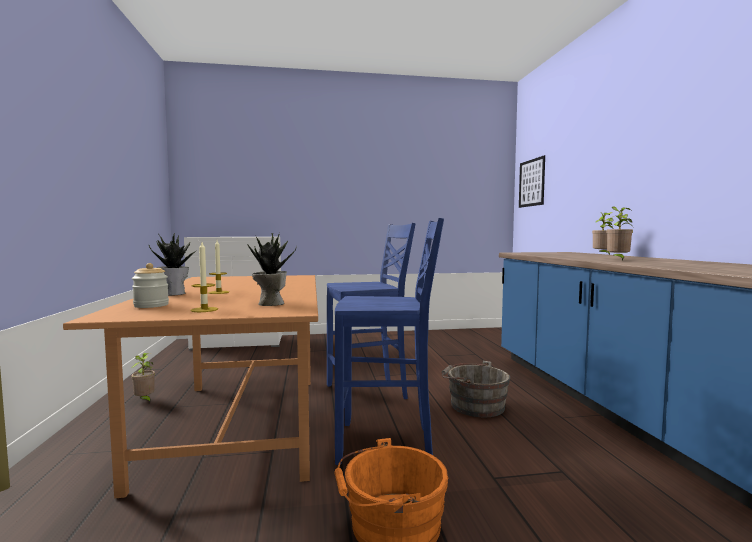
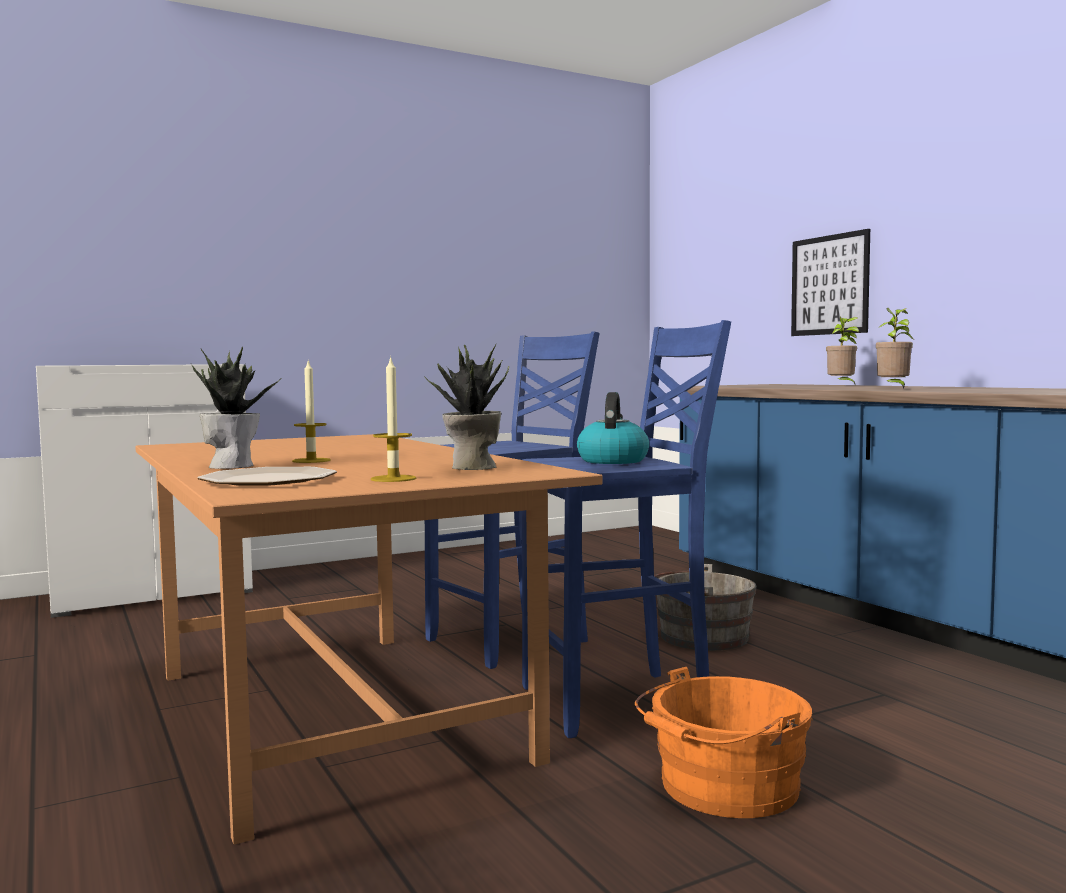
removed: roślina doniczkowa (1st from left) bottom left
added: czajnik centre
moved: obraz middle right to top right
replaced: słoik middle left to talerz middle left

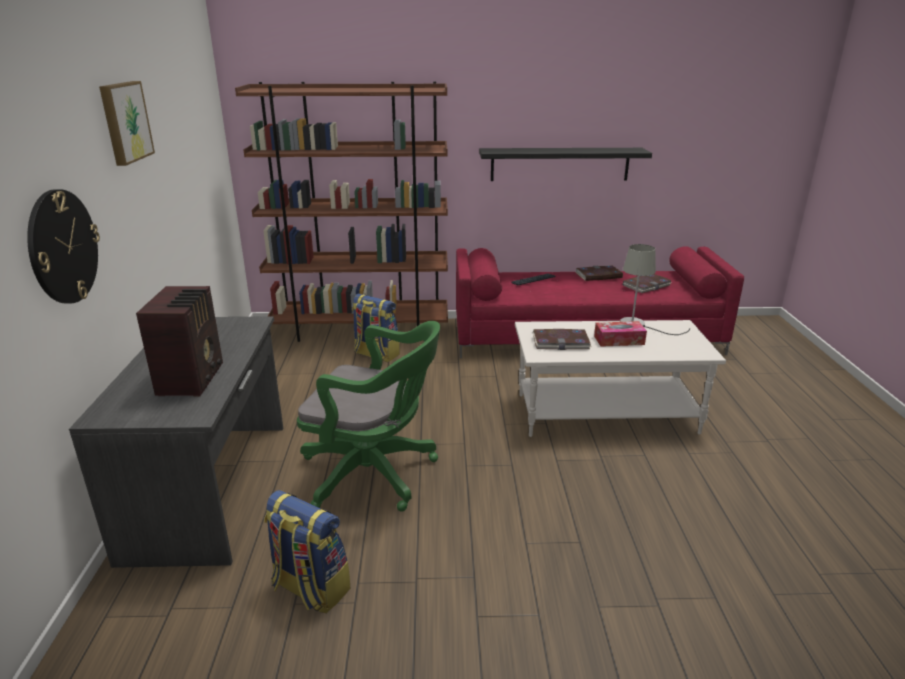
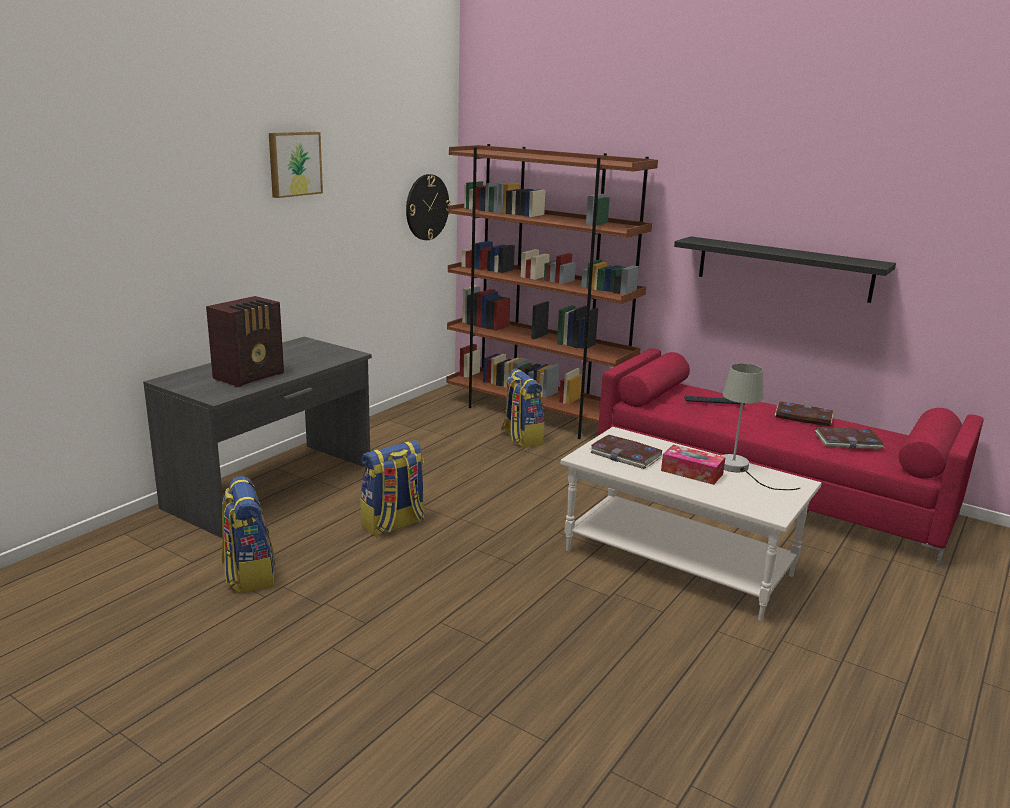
moved: zegar ścienny middle left to top centre
replaced: krzesło biurowe/zielony centre to plecak (2nd from left) centre

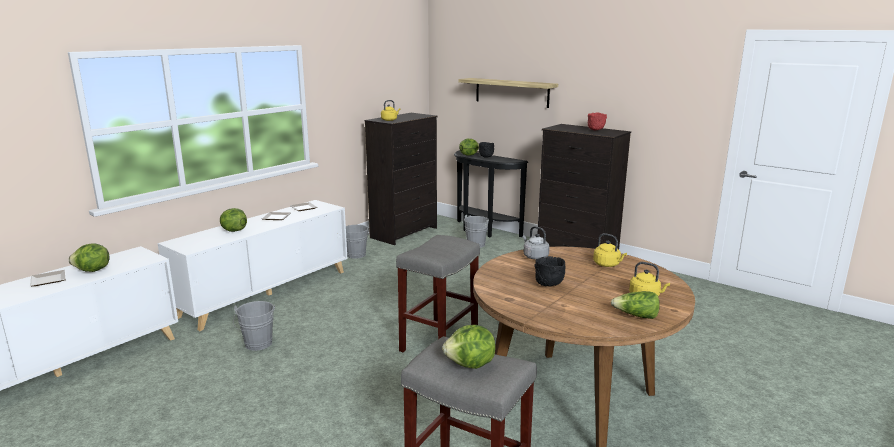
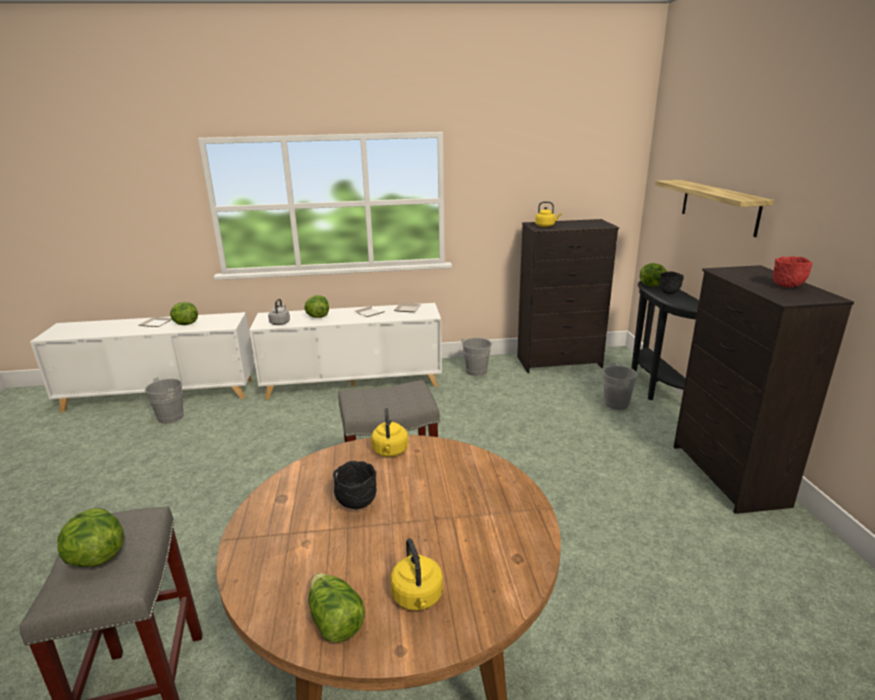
moved: czajnik/szary centre to middle left; czajnik/żółty (2nd from left in the first image) middle right to czajnik/żółty (1st from left) centre; wiadro/szary (1st from left) bottom left to middle left

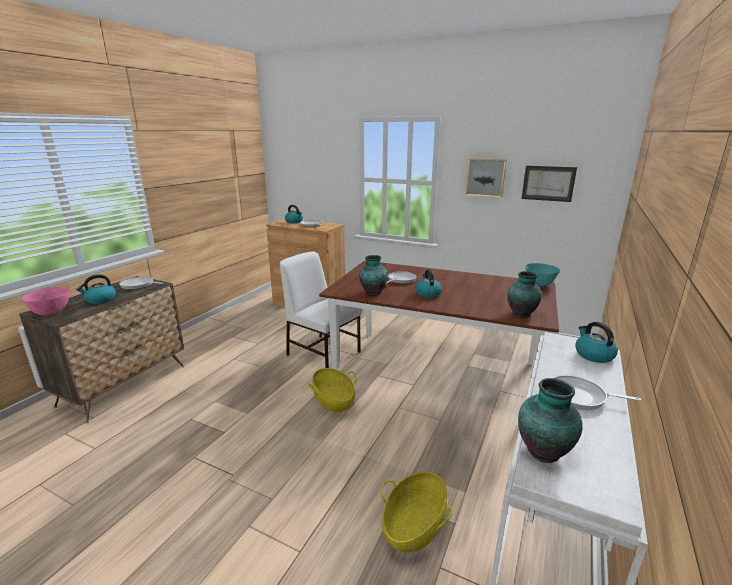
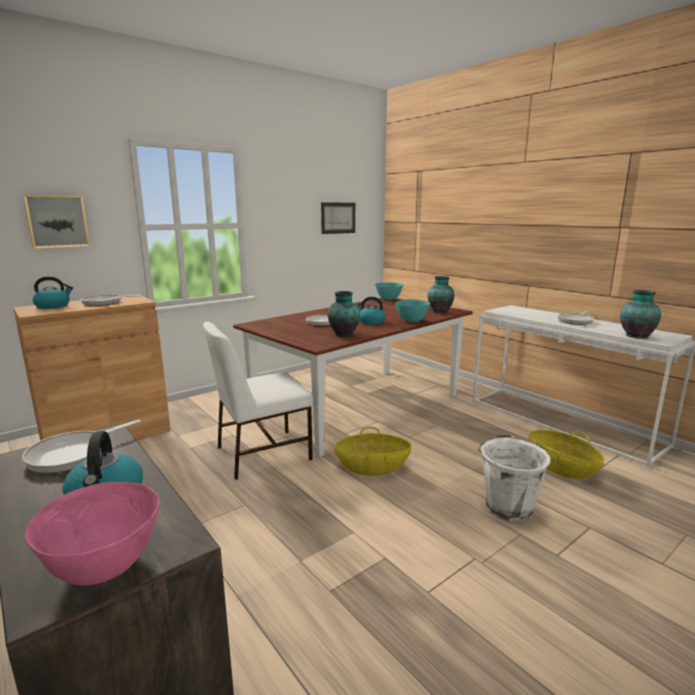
removed: czajnik (4th from left) middle right
added: miska/turkusowy (2nd from left) centre; wiadro/biały bottom right
moved: obraz (1st from left) top centre to top left

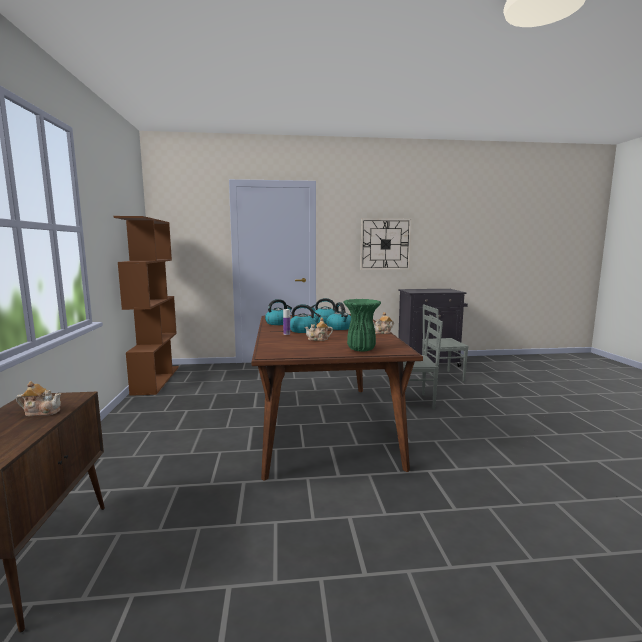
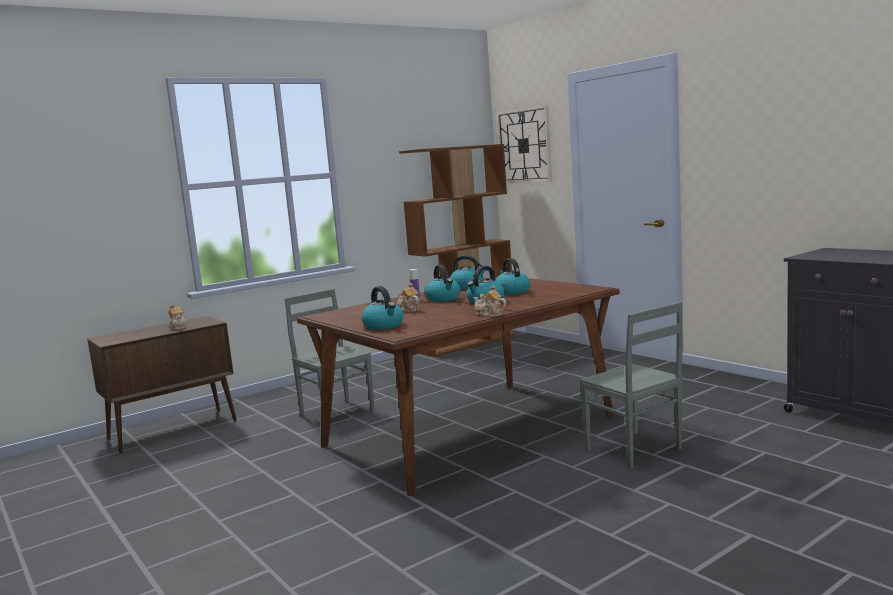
moved: zegar ścienny centre to top centre; krzesło/szary (2nd from left in the first image) middle right to krzesło/szary (1st from left) centre
replaced: wazon/zielony centre to czajnik (1st from left) centre

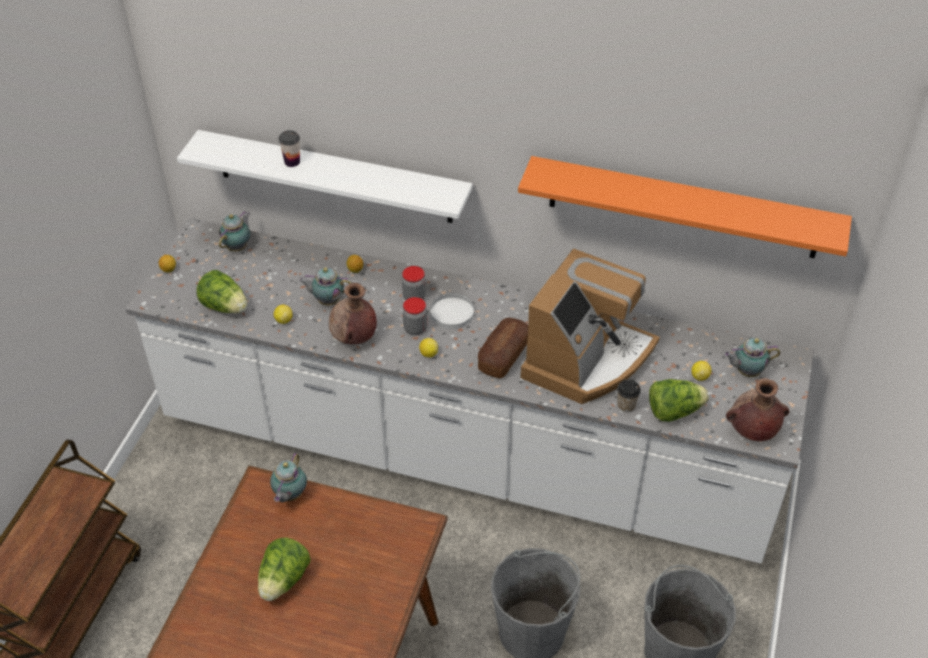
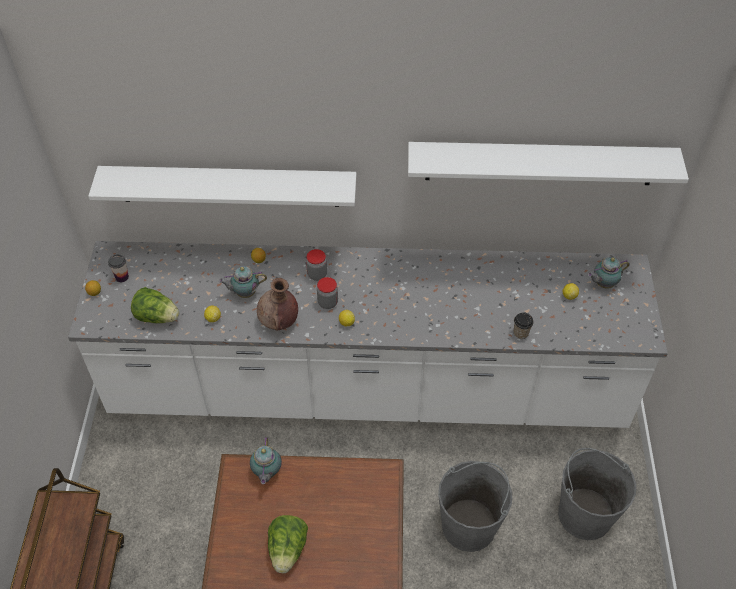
removed: imbryk (1st from left) middle left; ekspres do kawy centre; talerz/biały centre; chleb centre; wazon/brązowy (2nd from left) middle right; sałata (3rd from left) middle right
moved: filiżanka (1st from left) top left to middle left
recoloured: półka/pomarańczowy top right to półka/biały (2nd from left) top right

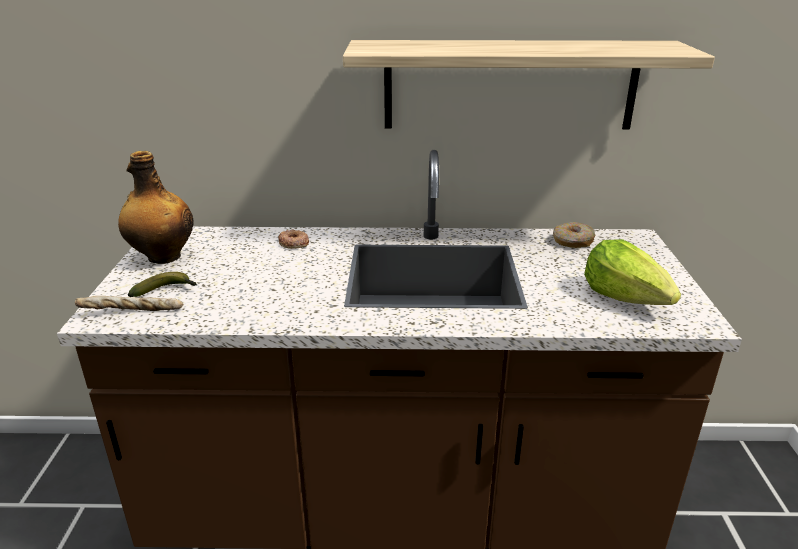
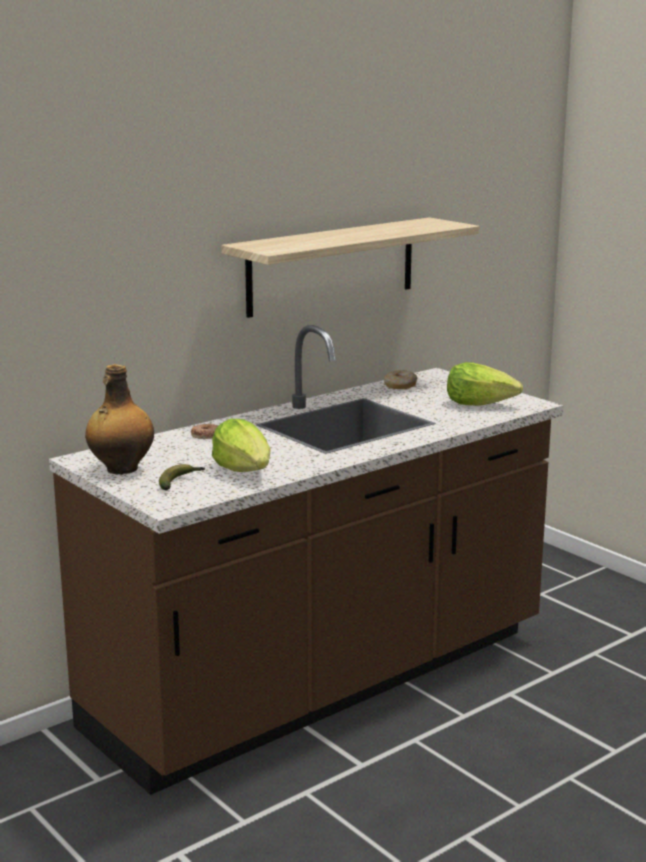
removed: chleb middle left
added: sałata (1st from left) centre

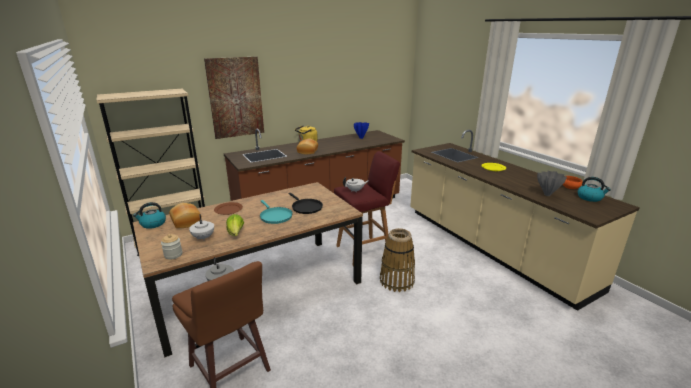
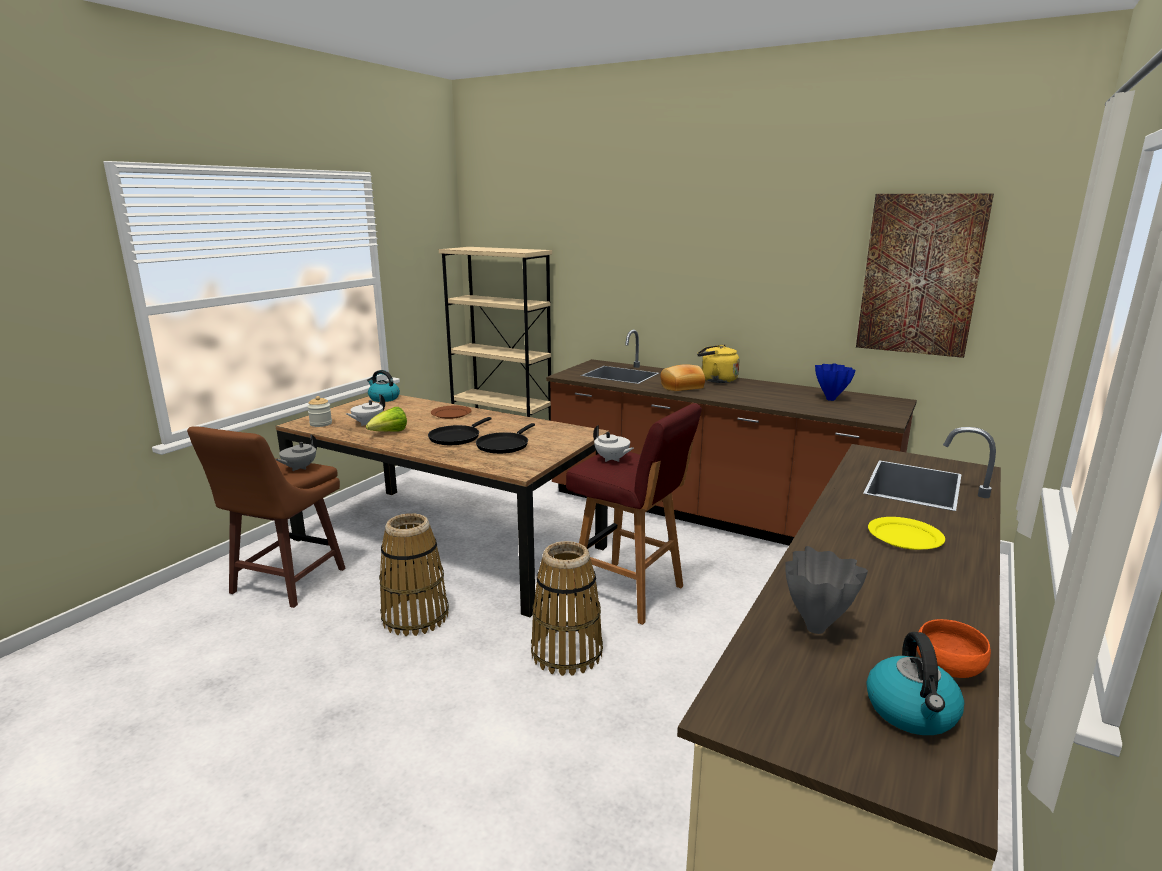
removed: chleb (1st from left) middle left
added: koszyk (1st from left) centre
moved: obraz top centre to top right
recoloured: patelnia/turkusowy centre to patelnia/czarny (1st from left) centre

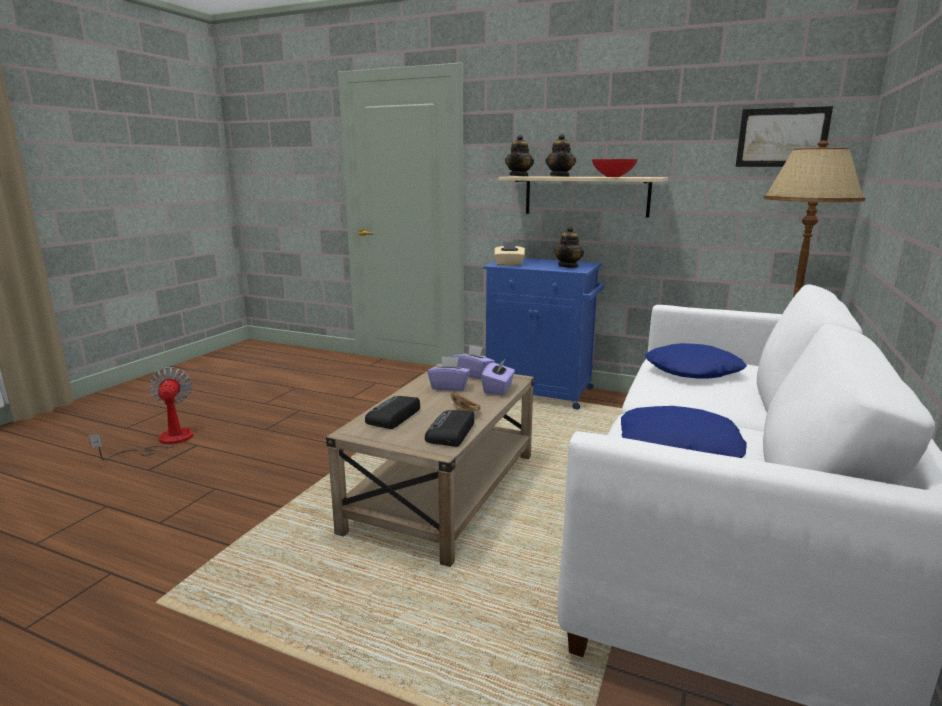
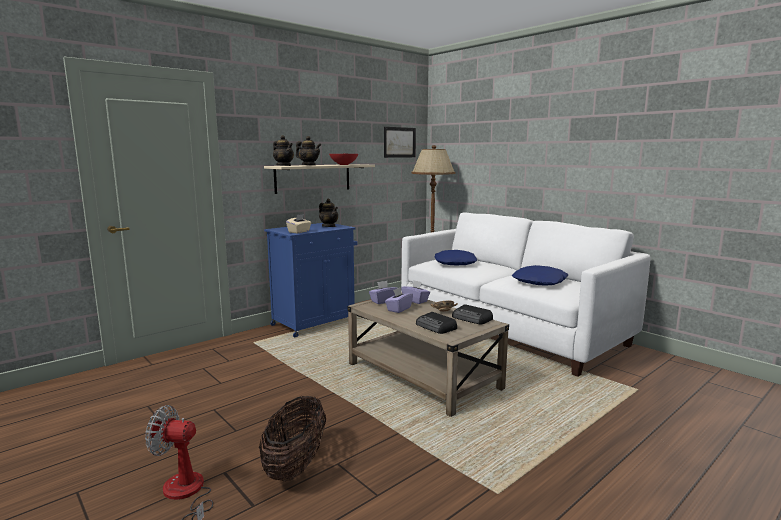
added: koszyk bottom centre

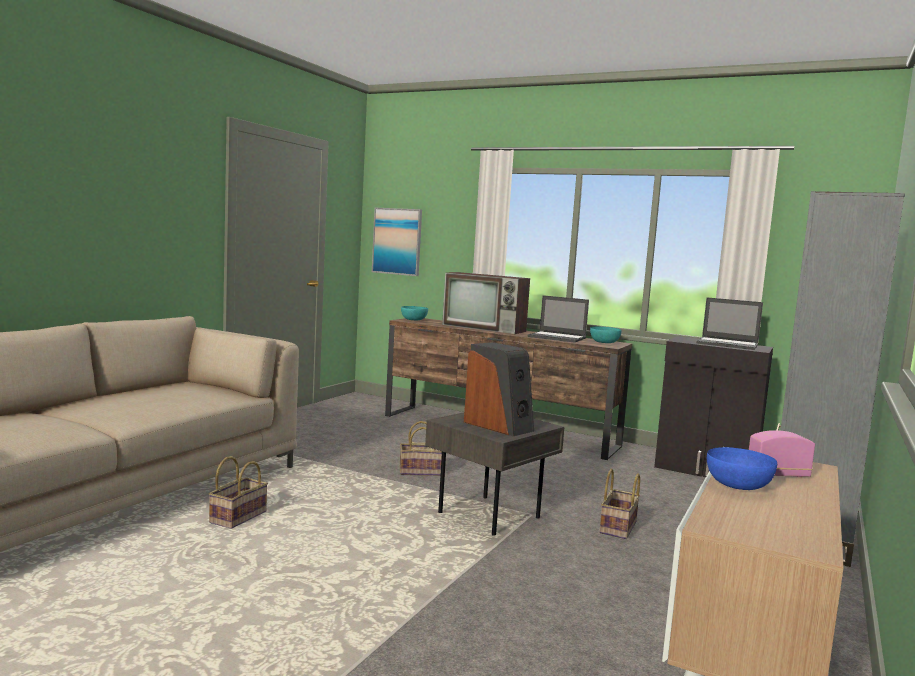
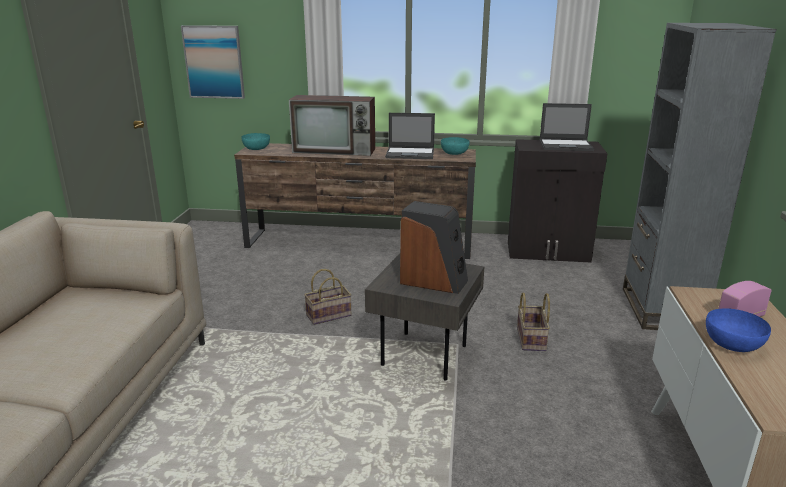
removed: koszyk (1st from left) bottom left

